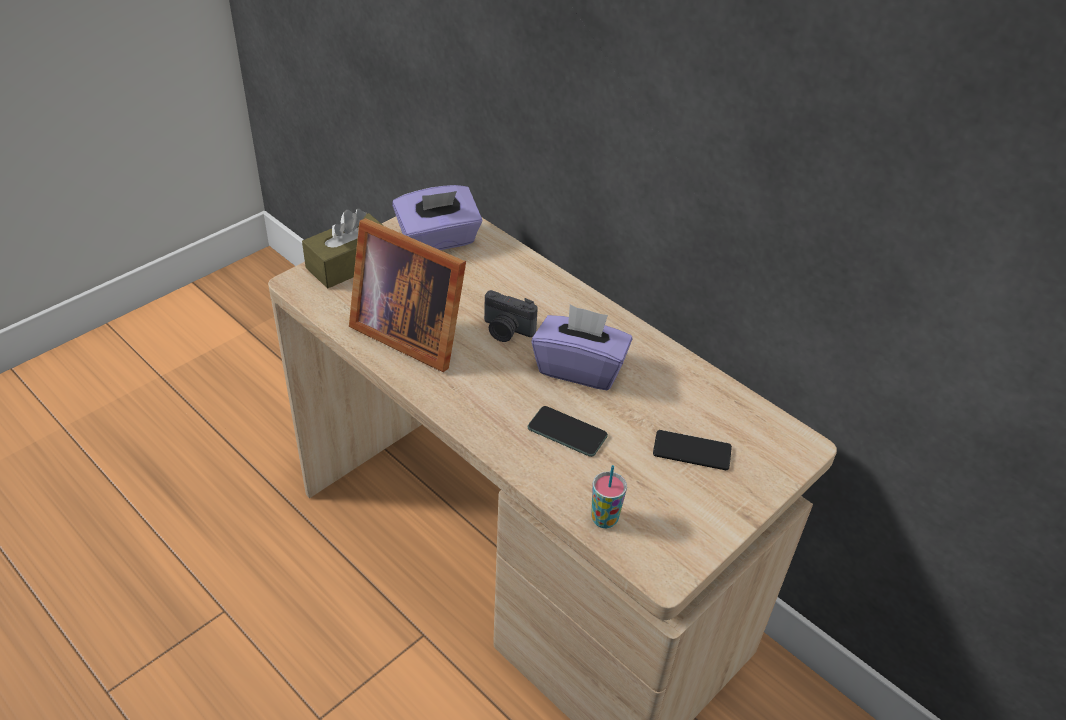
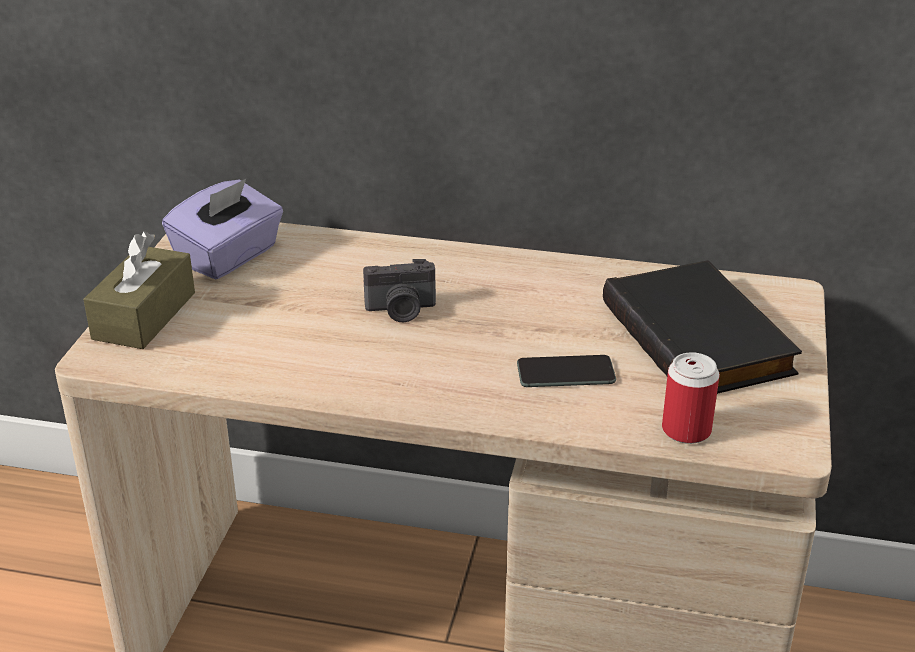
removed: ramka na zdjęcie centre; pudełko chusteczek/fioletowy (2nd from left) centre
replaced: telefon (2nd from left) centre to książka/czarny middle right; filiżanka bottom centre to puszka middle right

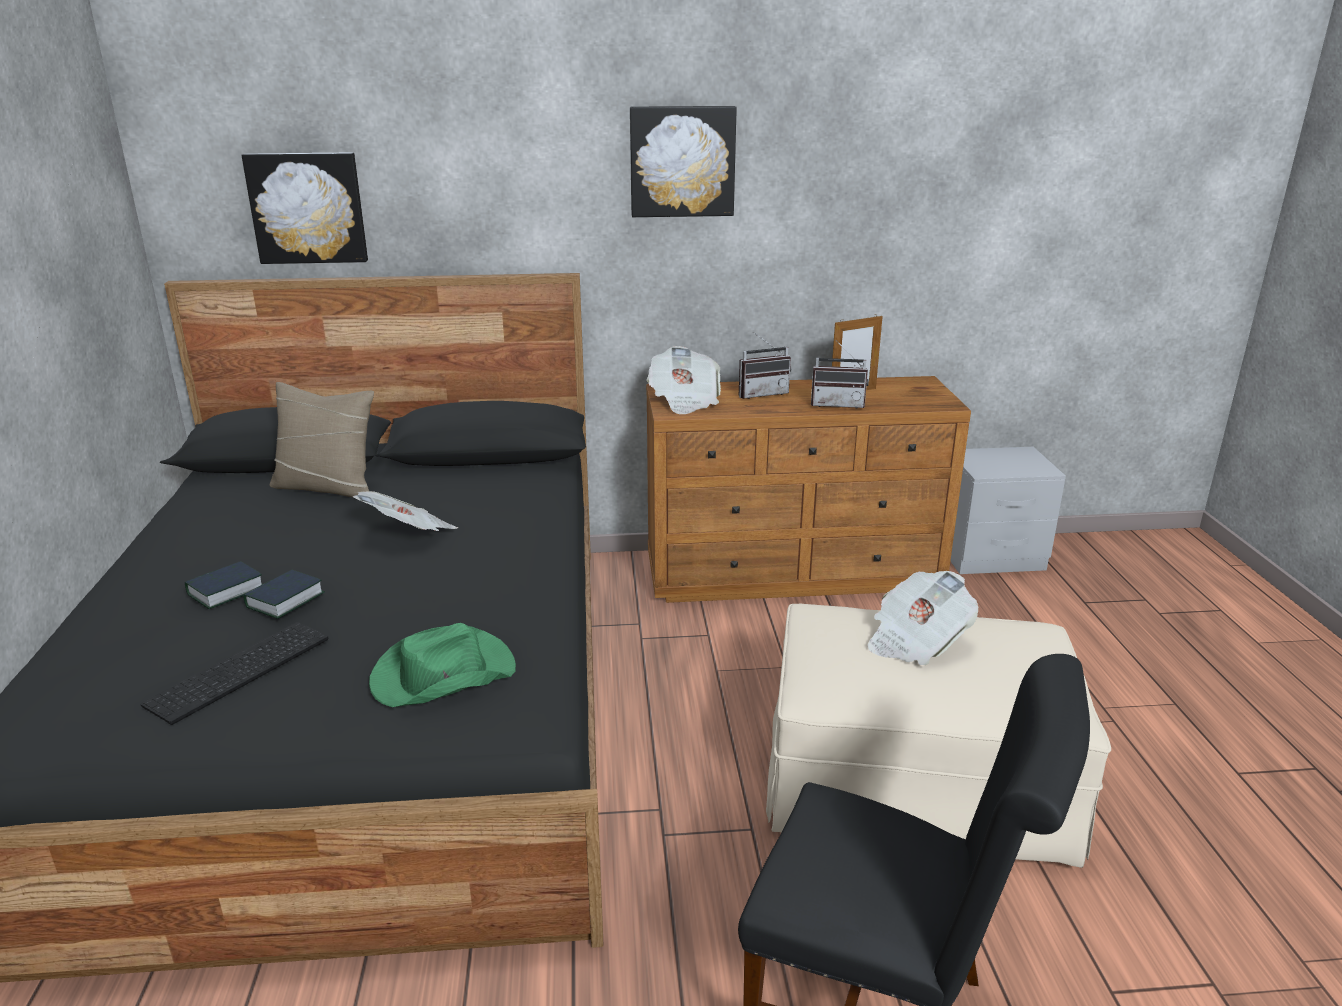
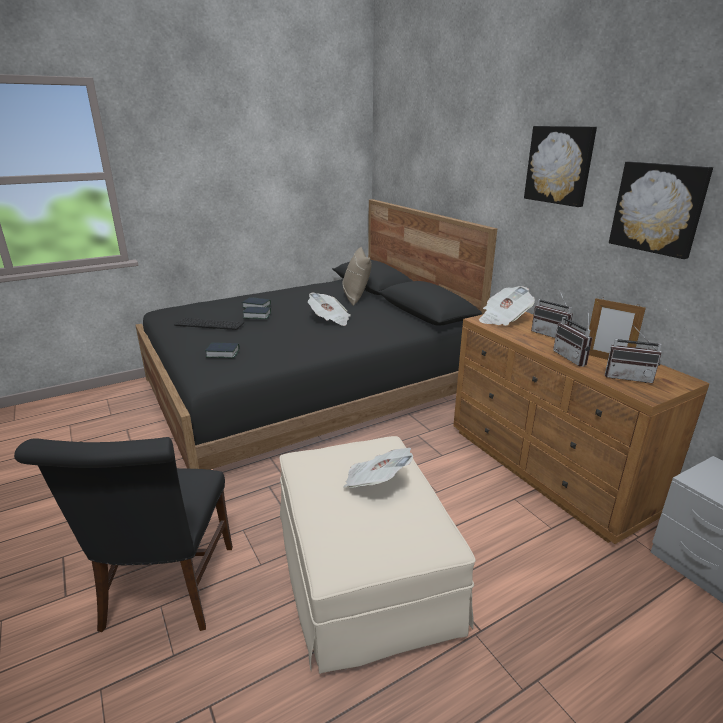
added: radio (3rd from left) middle right
moved: obraz (1st from left in the first image) top left to obraz (2nd from left) top right
replaced: kapelusz/zielony middle left to książka (1st from left) middle left

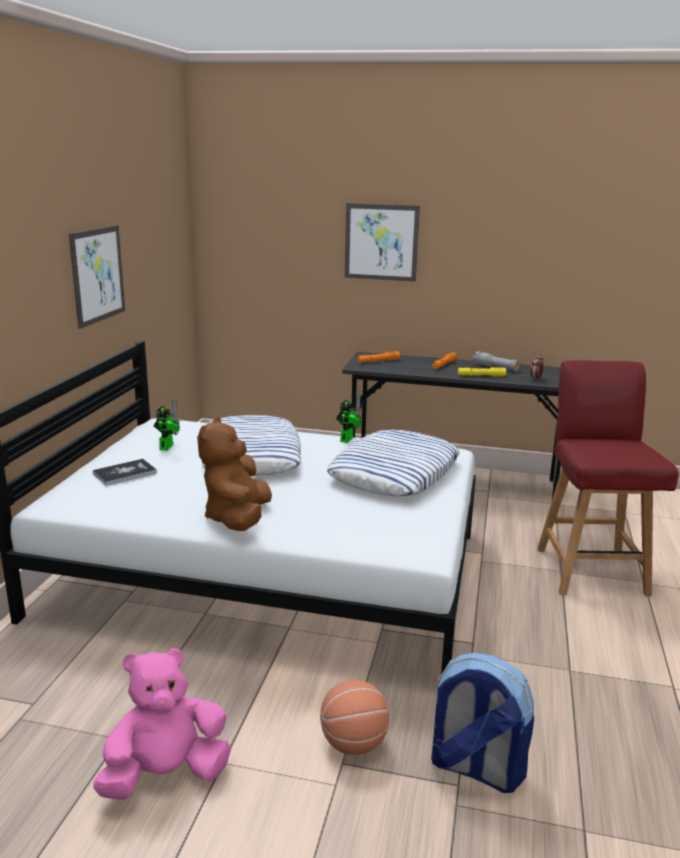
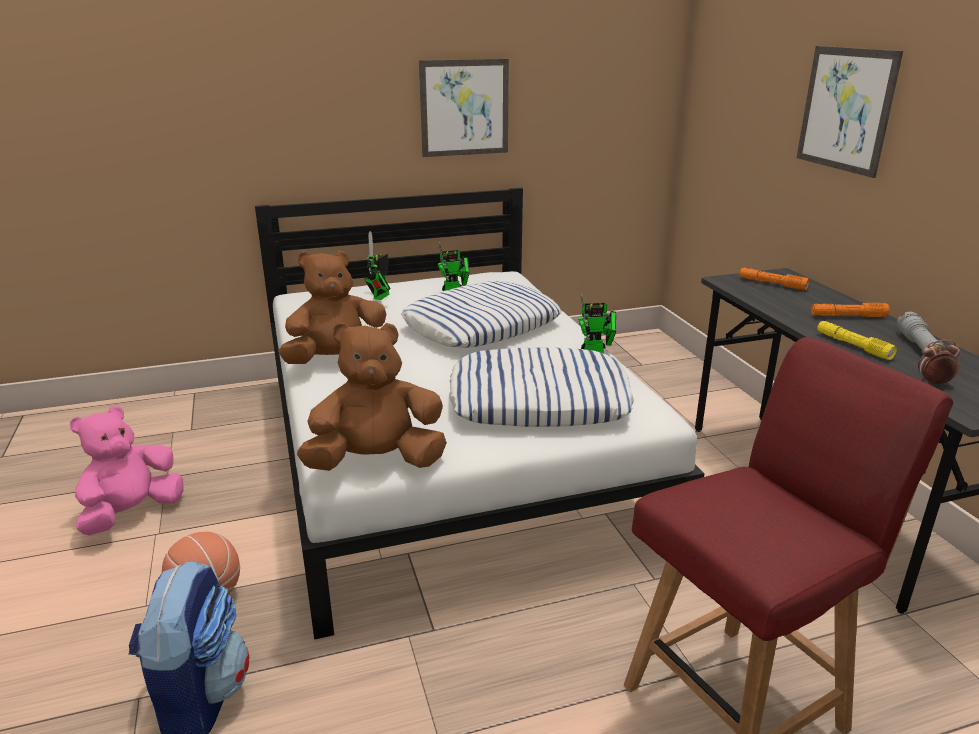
added: pluszak/brązowy (2nd from left) centre
replaced: książka middle left to robot zabawkowy (1st from left) centre
turned: pluszak/różowy bottom left = middle left 90 degrees counterclockwise

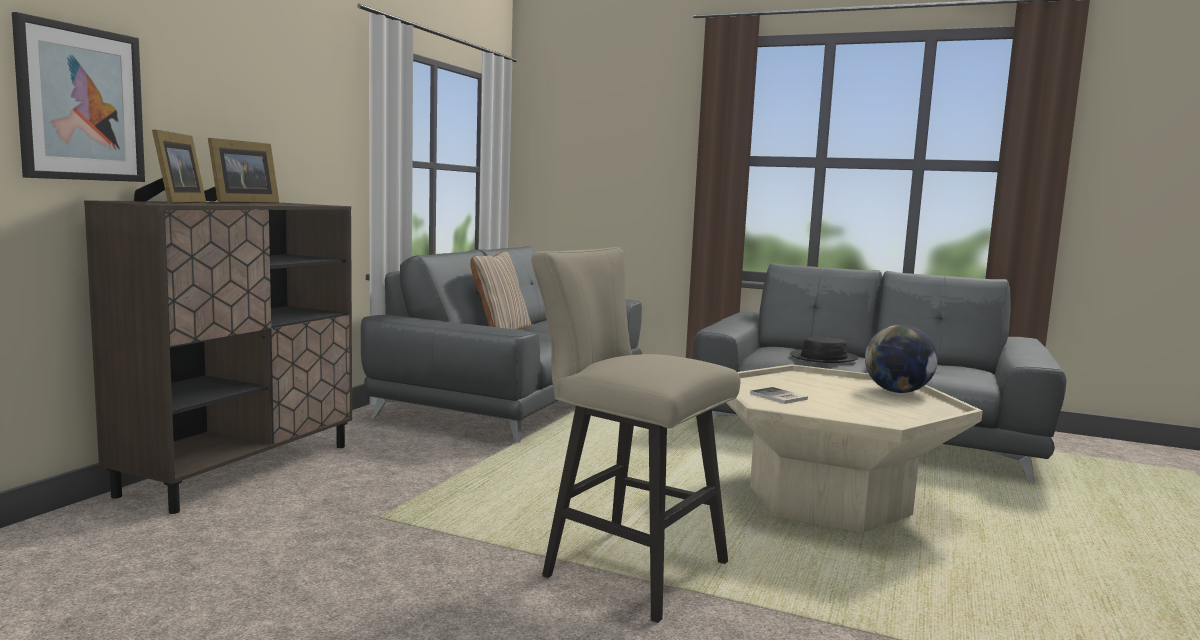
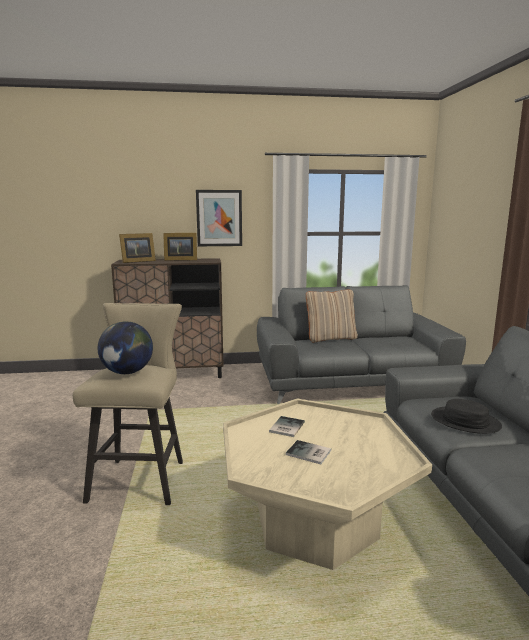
added: książka (2nd from left) bottom centre
moved: obraz top left to centre; globus middle right to middle left

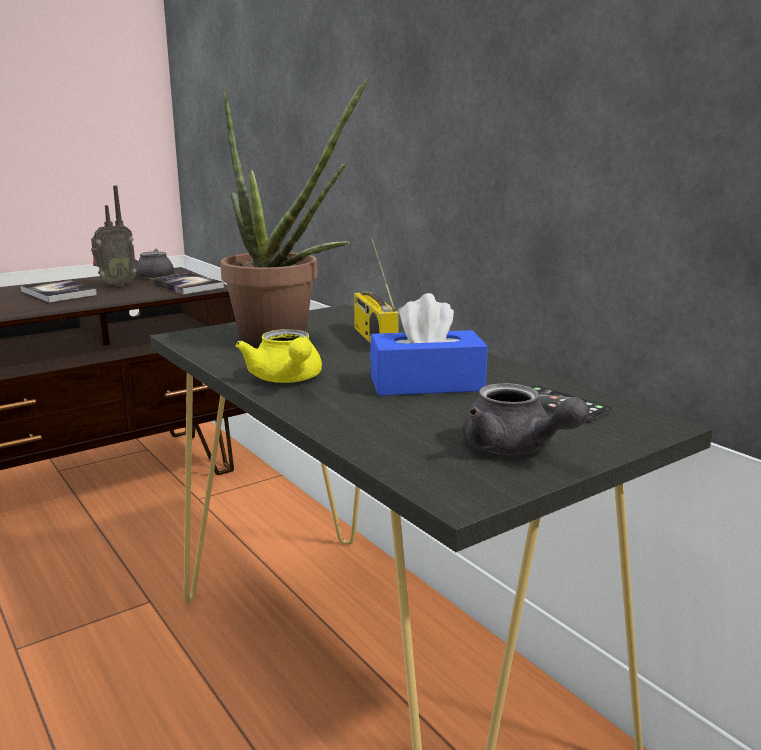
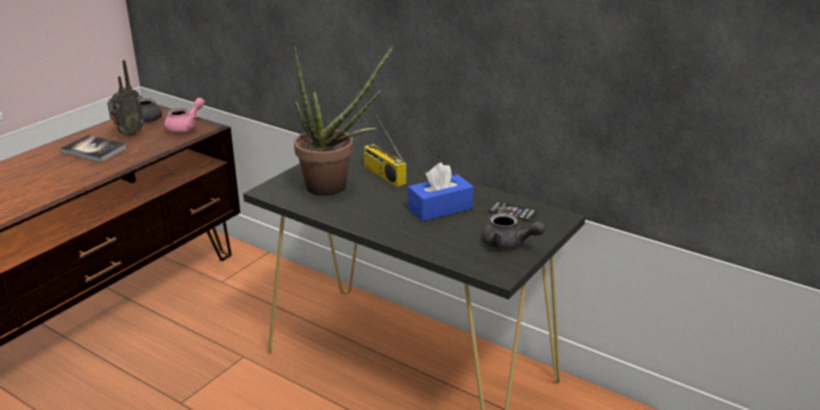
removed: imbryk/żółty centre
replaced: książka (2nd from left) middle left to imbryk/różowy top left

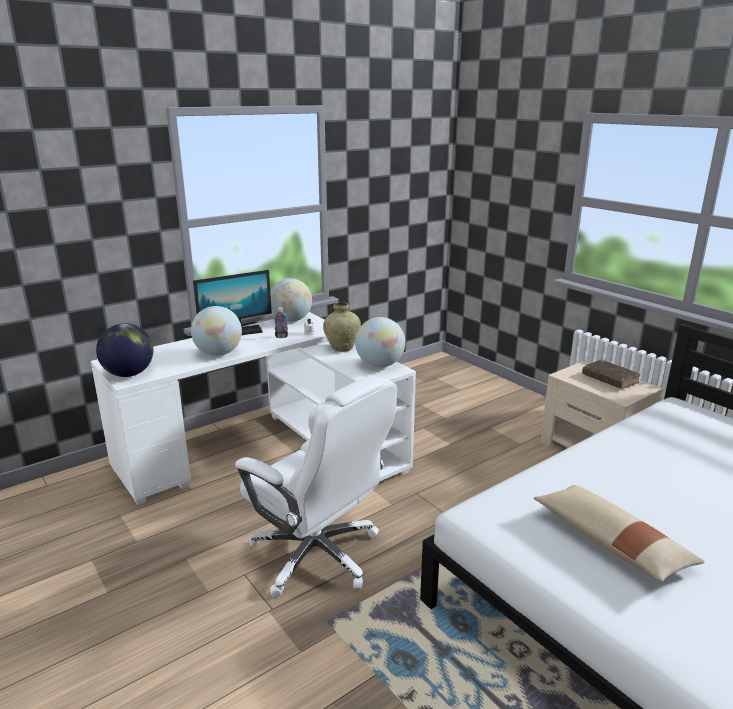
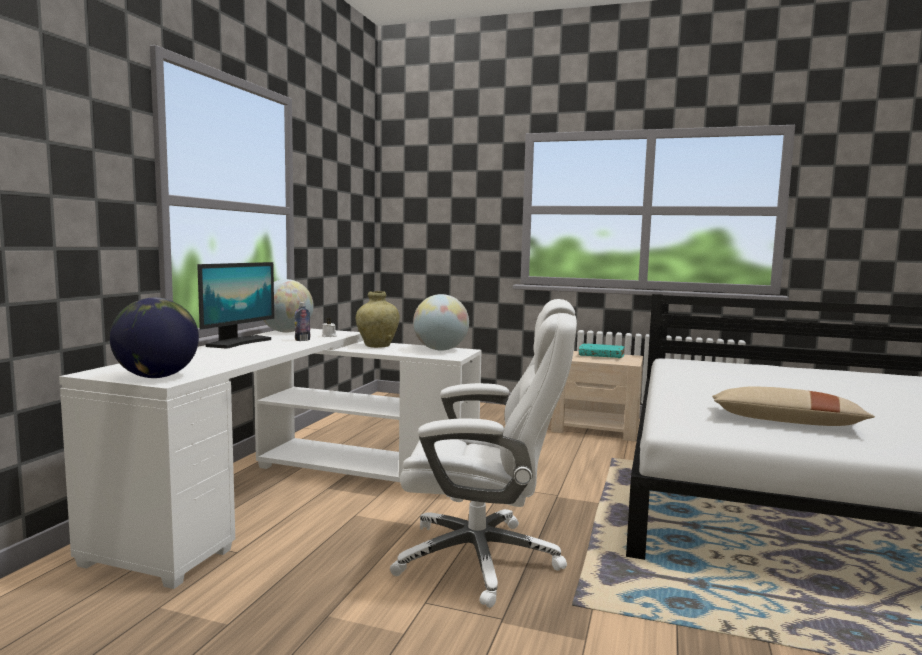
removed: globus (2nd from left) middle left
recoloured: książka/brązowy middle right to książka/turkusowy centre

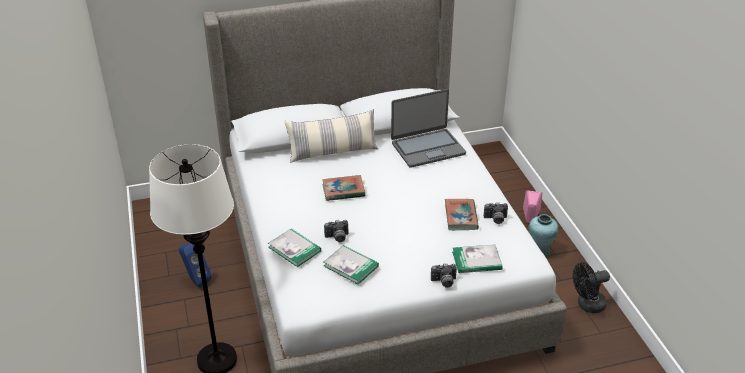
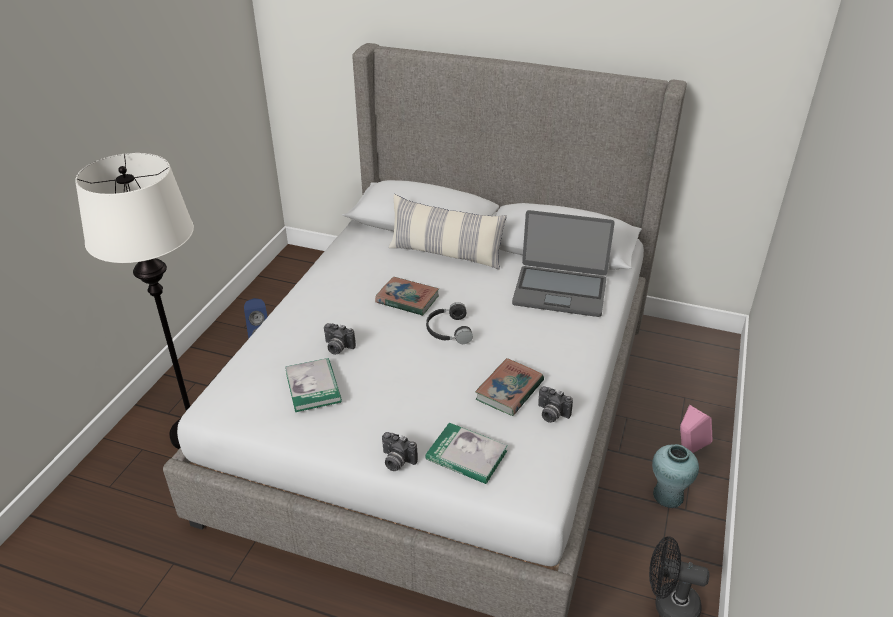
removed: książka (1st from left) centre
added: słuchawki/czarny centre

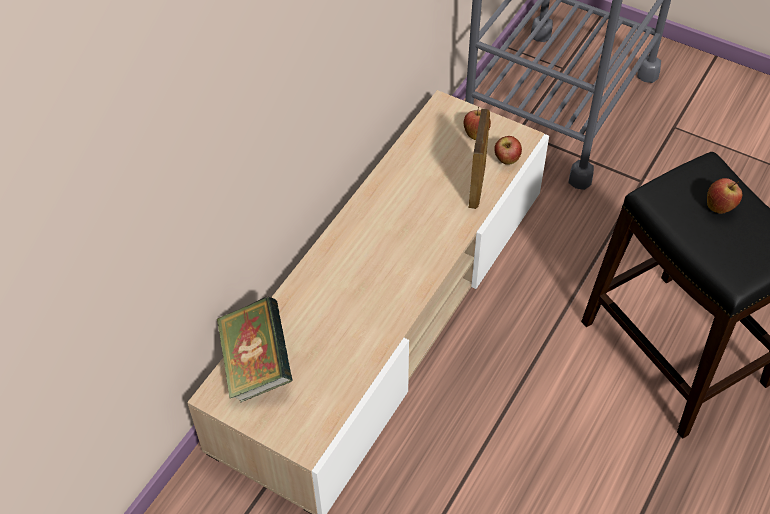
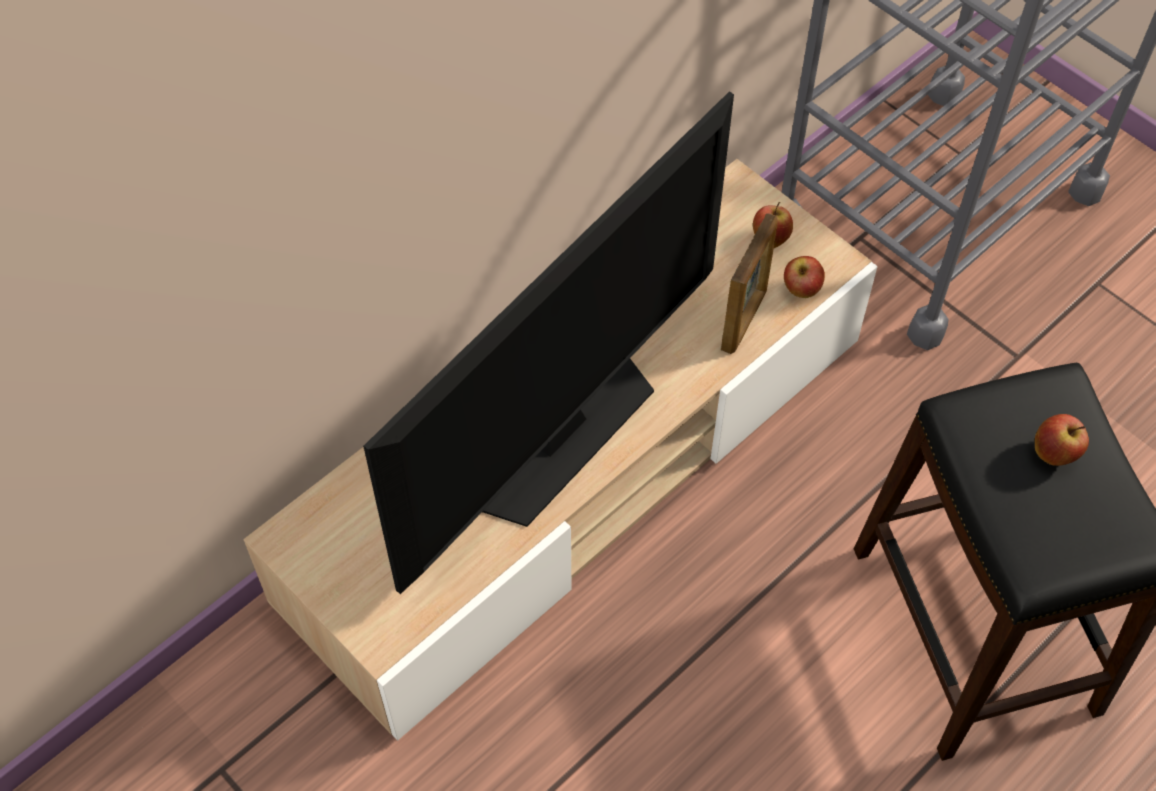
removed: książka bottom left
added: telewizor centre

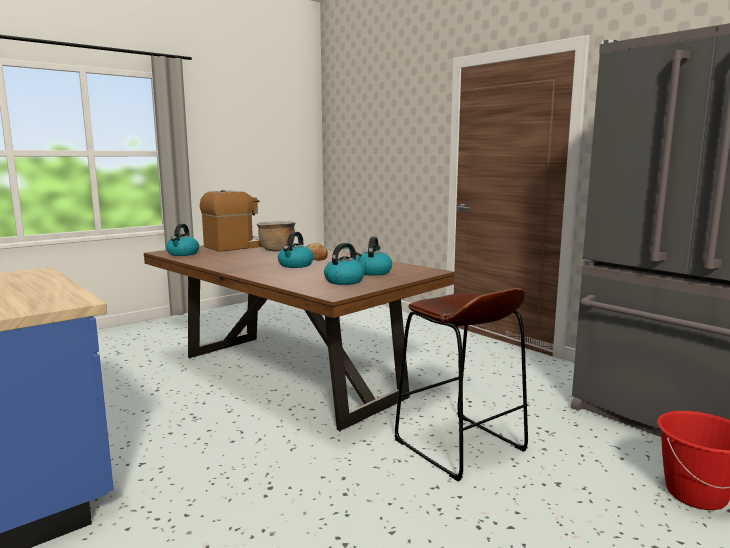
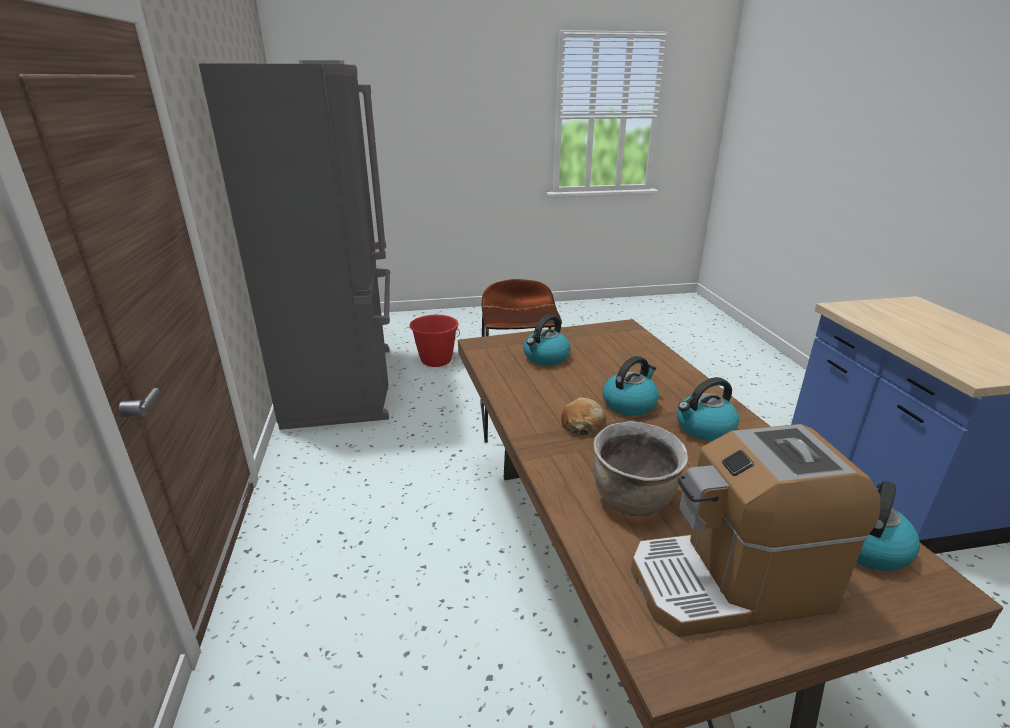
moved: czajnik (3rd from left) centre to middle right

